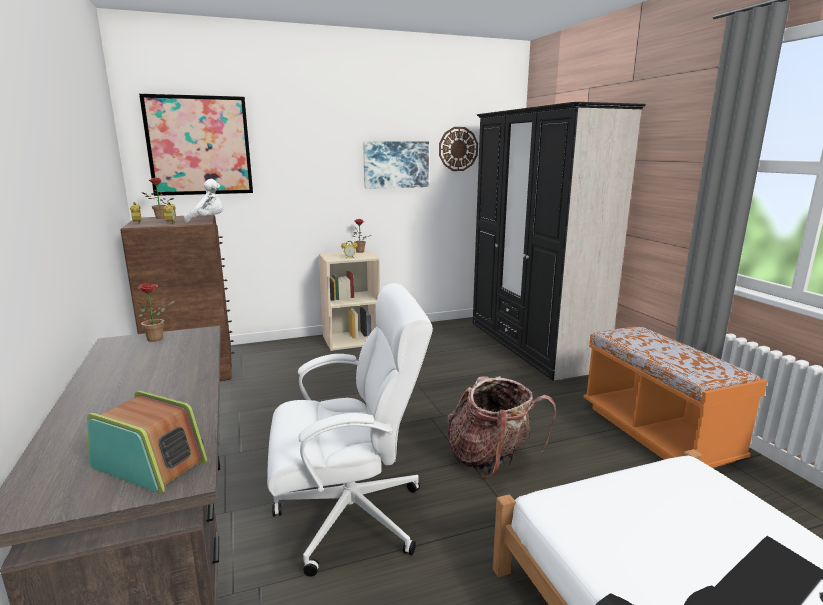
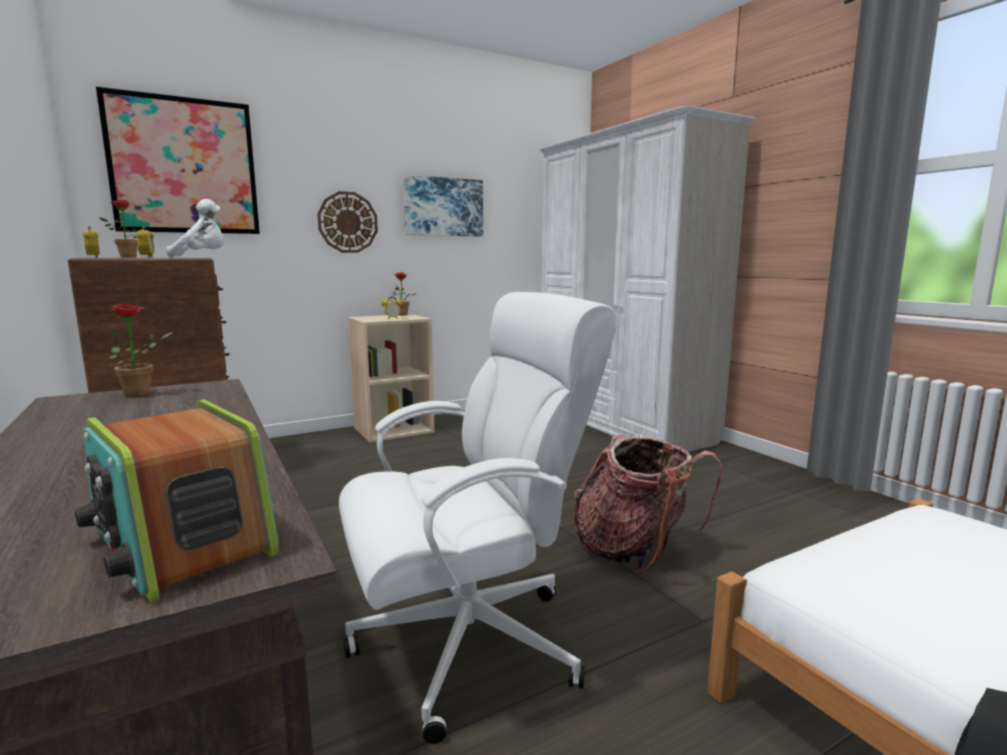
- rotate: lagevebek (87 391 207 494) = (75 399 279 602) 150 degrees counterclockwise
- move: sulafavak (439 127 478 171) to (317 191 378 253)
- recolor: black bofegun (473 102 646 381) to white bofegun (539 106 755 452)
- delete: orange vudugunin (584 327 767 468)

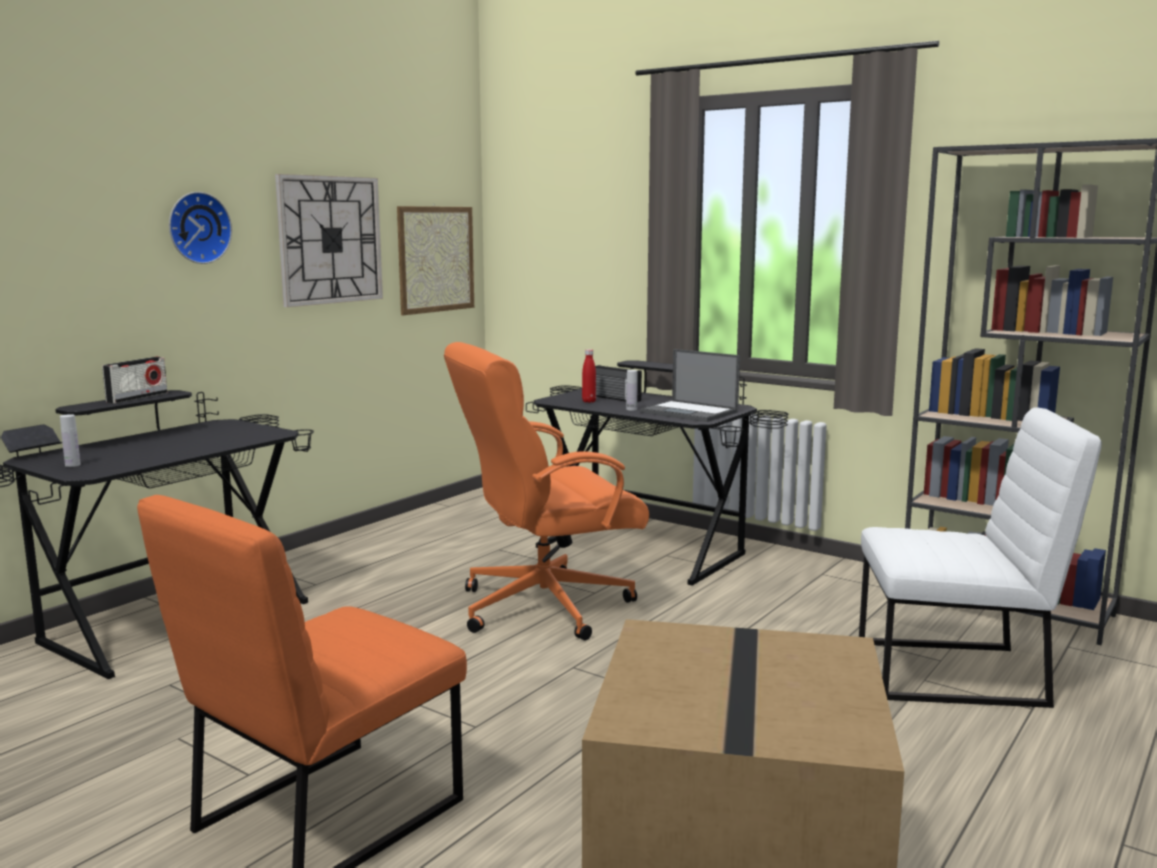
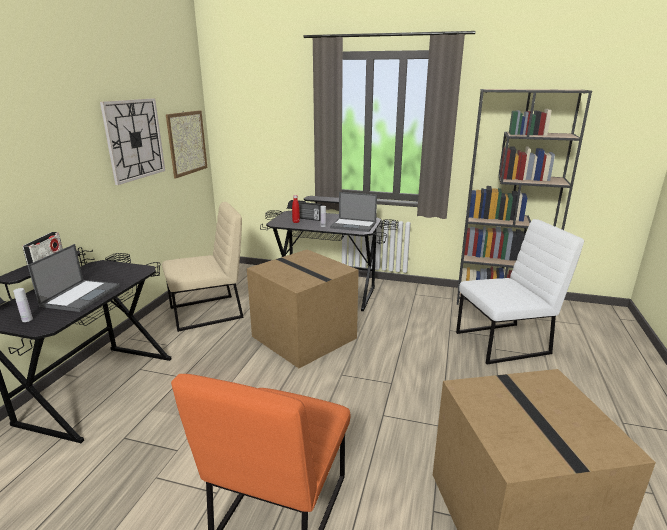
- delete: sulafavak (169 192 232 264)
- replace: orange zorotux (444 342 649 640) to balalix (247 249 359 368)
- insert: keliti (28 244 120 312)
- insert: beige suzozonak (162 202 244 332)

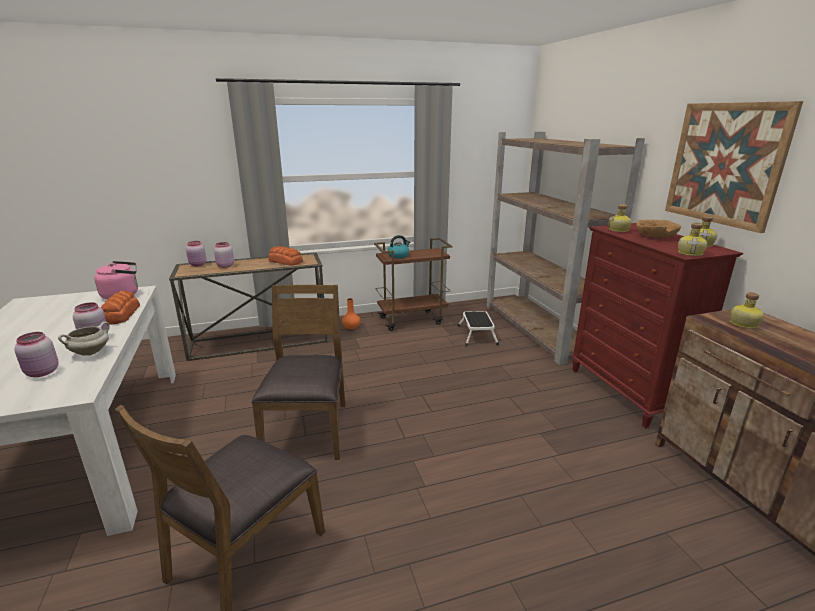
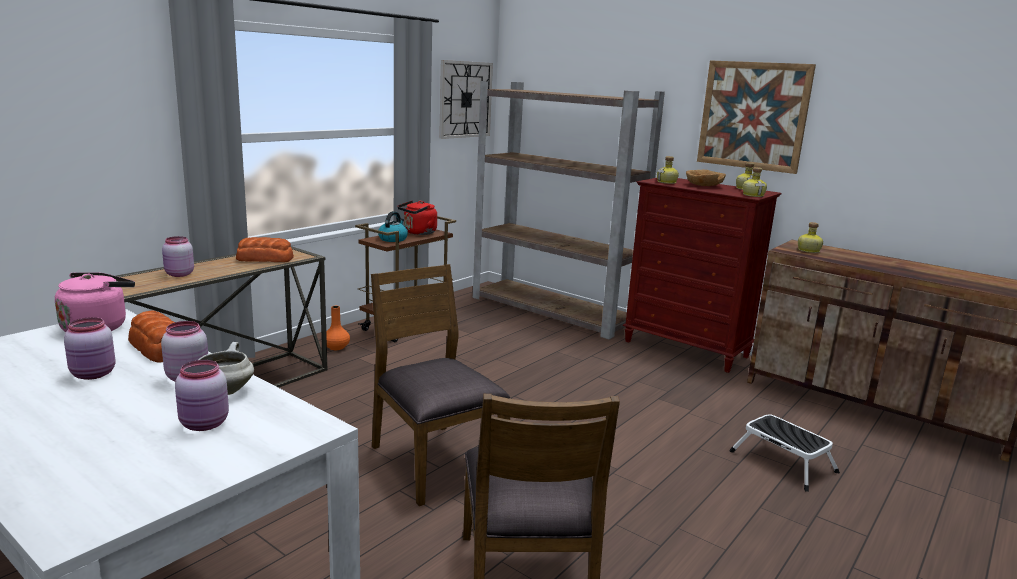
- move: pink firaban (186 241 207 266) to (64 317 116 380)
- move: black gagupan (457 311 499 346) to (729 414 840 492)
- insert: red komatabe (398 200 437 235)
- insert: sulafavak (439 60 493 139)

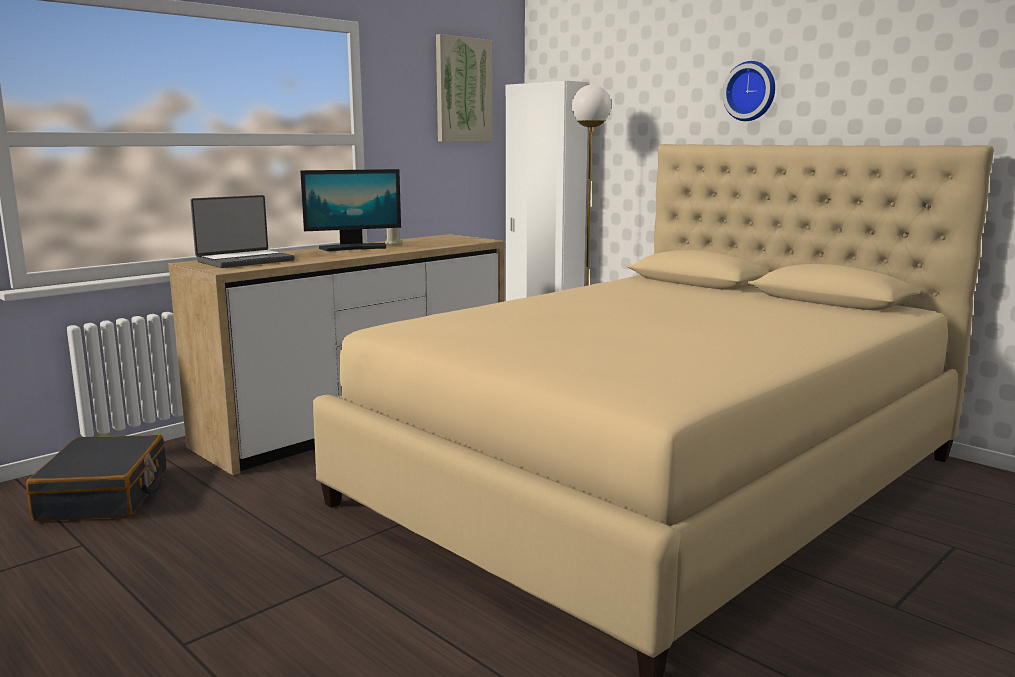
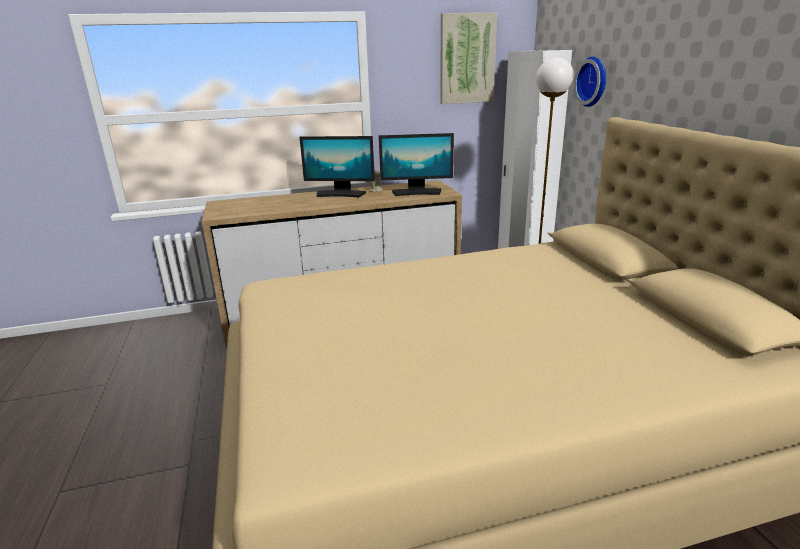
- delete: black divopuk (26 434 166 521)
- delete: keliti (190 195 295 268)
- move: sulafavak (722 61 775 121) to (574 56 606 107)
- insert: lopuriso (379 133 454 196)

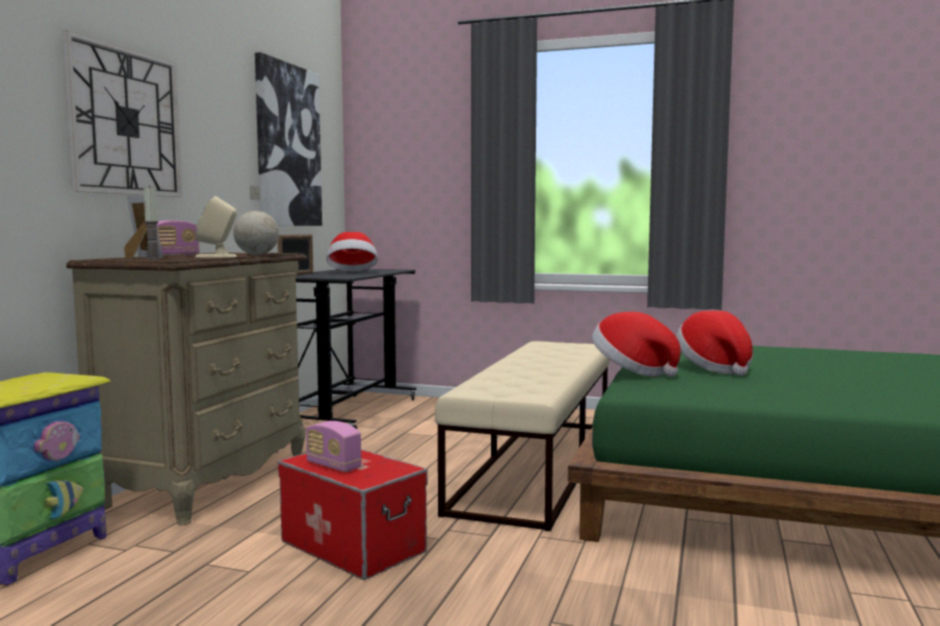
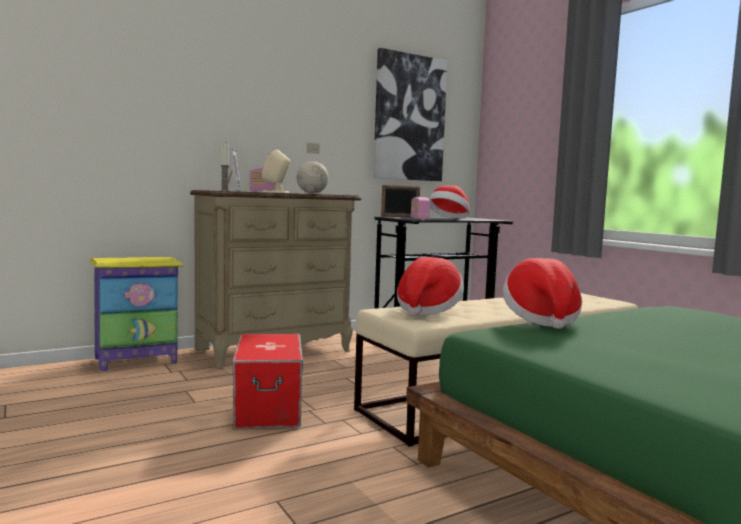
- delete: sulafavak (61 30 182 197)
- move: lagevebek (306 421 362 472) to (411 197 430 219)
- move: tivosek (676 311 753 376) to (397 257 464 316)

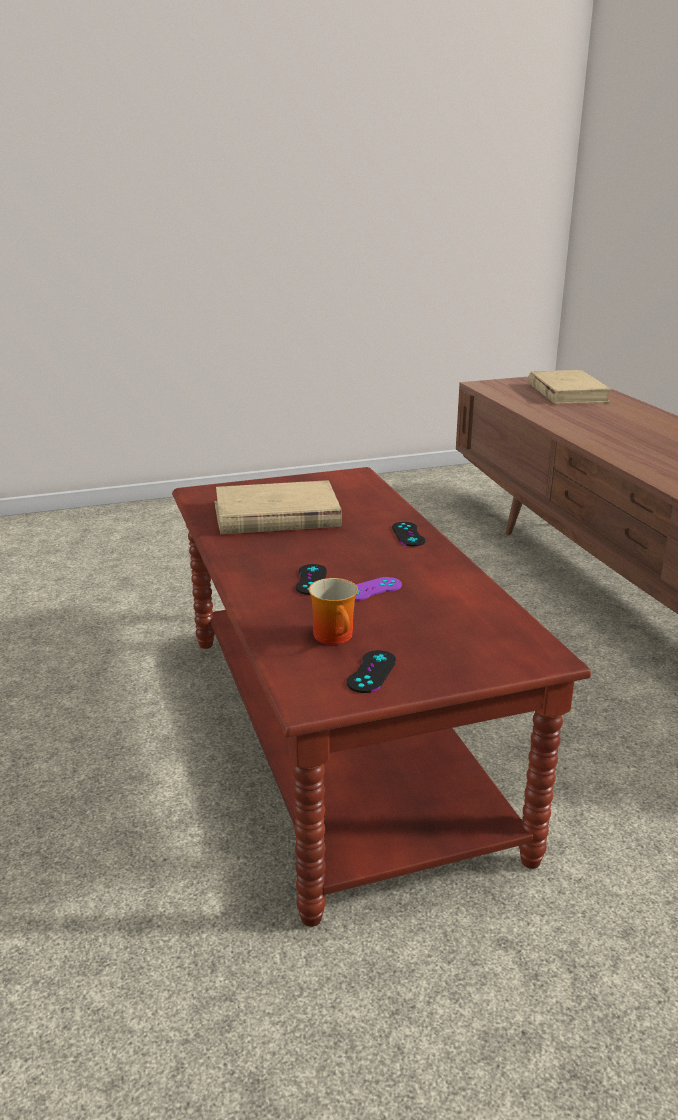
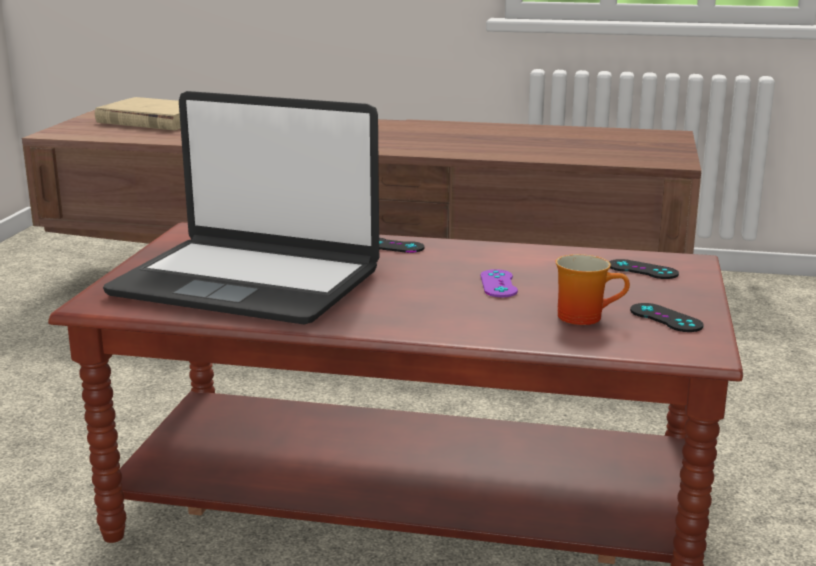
- replace: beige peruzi (214 480 342 534) to keliti (103 91 379 324)
- move: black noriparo (296 564 327 595) to (609 259 679 279)

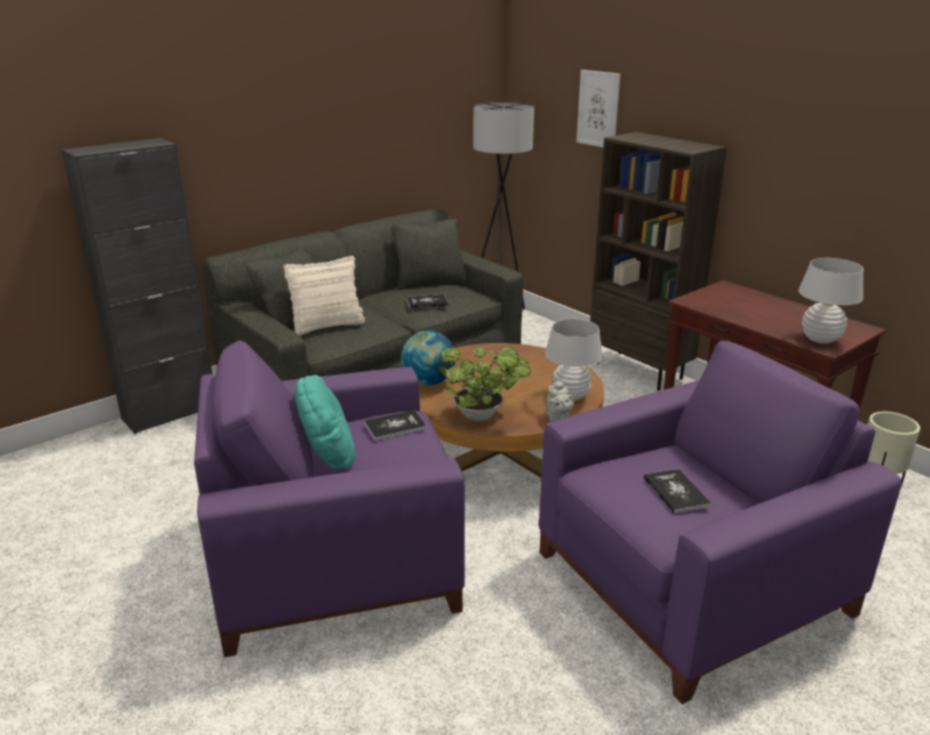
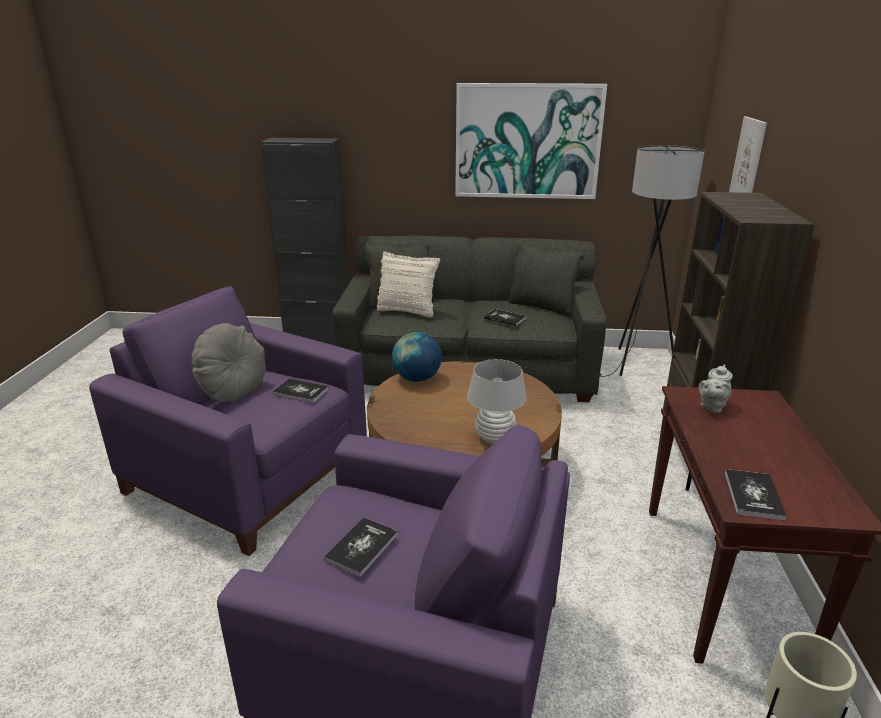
- recolor: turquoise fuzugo (295 375 355 470) to grey fuzugo (191 323 266 403)
- delete: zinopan (437 346 531 421)
- move: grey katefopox (546 380 574 422) to (698 364 733 413)
- replace: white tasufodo (798 258 864 344) to peruzi (725 469 787 520)
- insert: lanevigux (455 83 607 199)

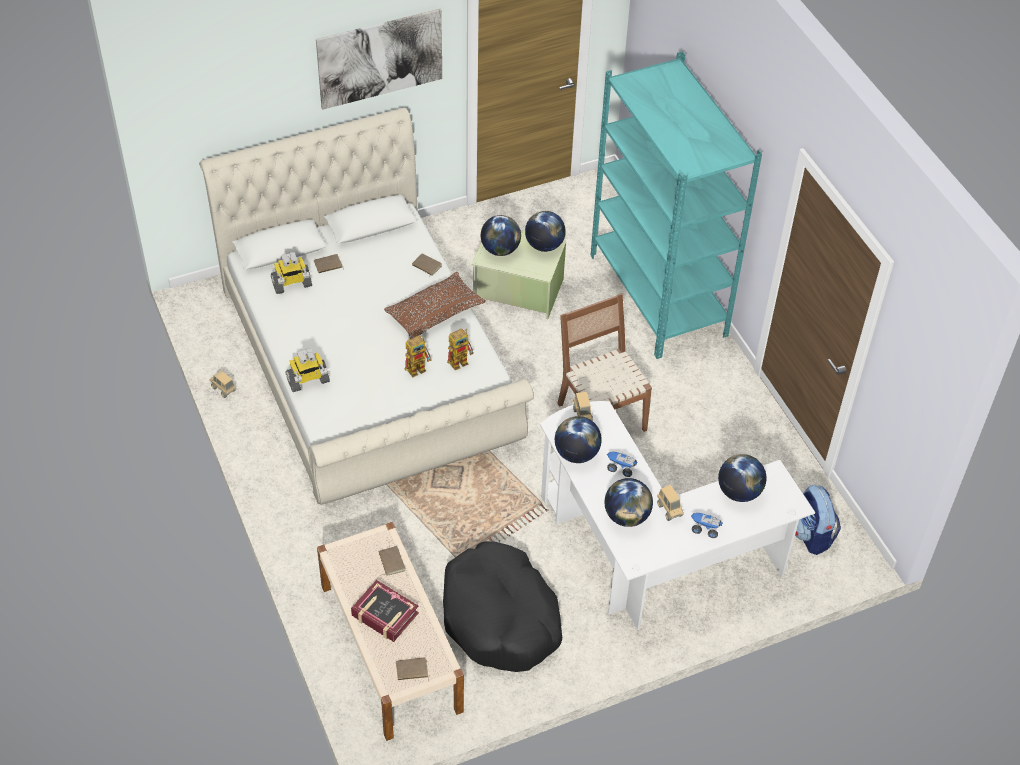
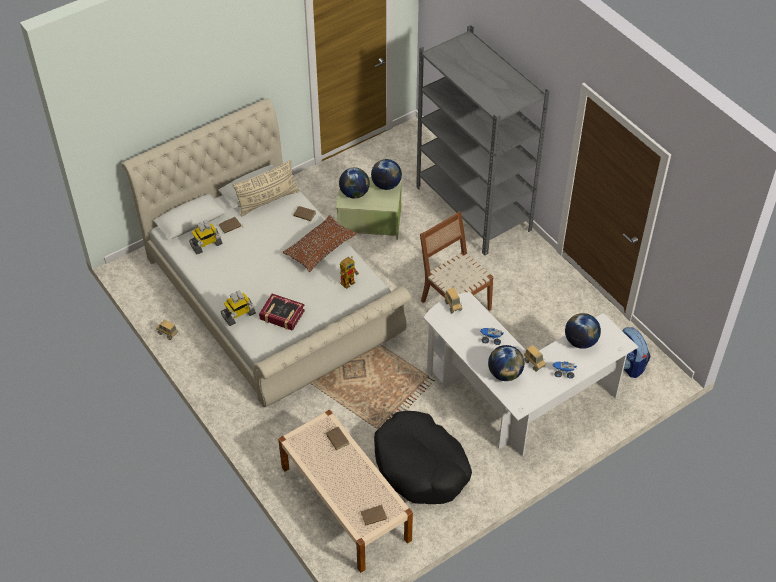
- delete: lanevigux (316 9 442 110)
- move: peruzi (351 580 419 642) to (259 293 305 331)
- delete: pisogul (405 335 431 377)
- delete: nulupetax (555 416 602 463)
- recolor: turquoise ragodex (590 51 762 359) to grey ragodex (416 25 549 256)
- insert: beige fuzugo (233 160 299 216)

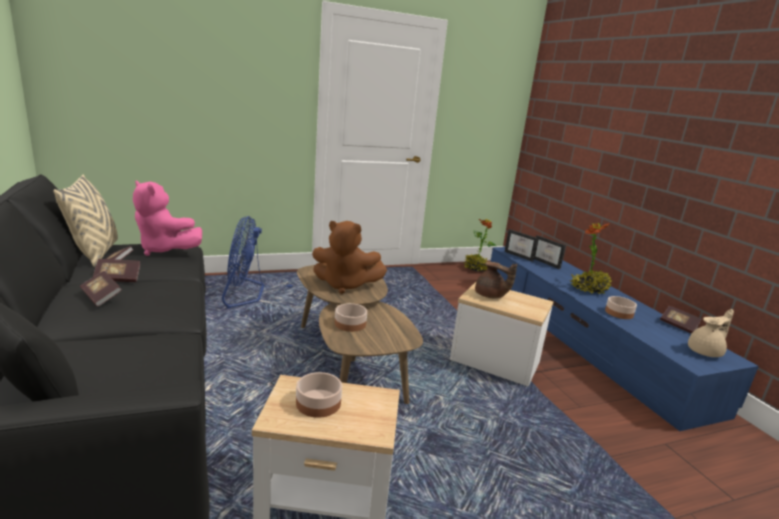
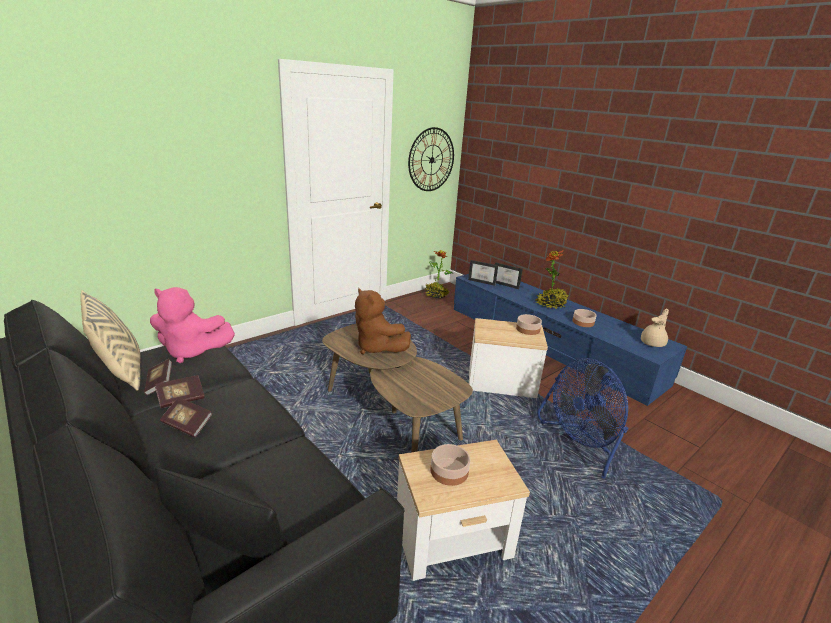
- move: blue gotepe (222 216 294 309) to (537 358 629 479)
- rotate: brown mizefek (312 221 387 294) = (355 287 411 354) 60 degrees clockwise
- move: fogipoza (335 303 367 332) to (516 314 542 335)
- delete: brown katefopox (475 262 517 298)
- delete: peruzi (660 306 702 334)
- insert: sulafavak (408 127 454 191)

